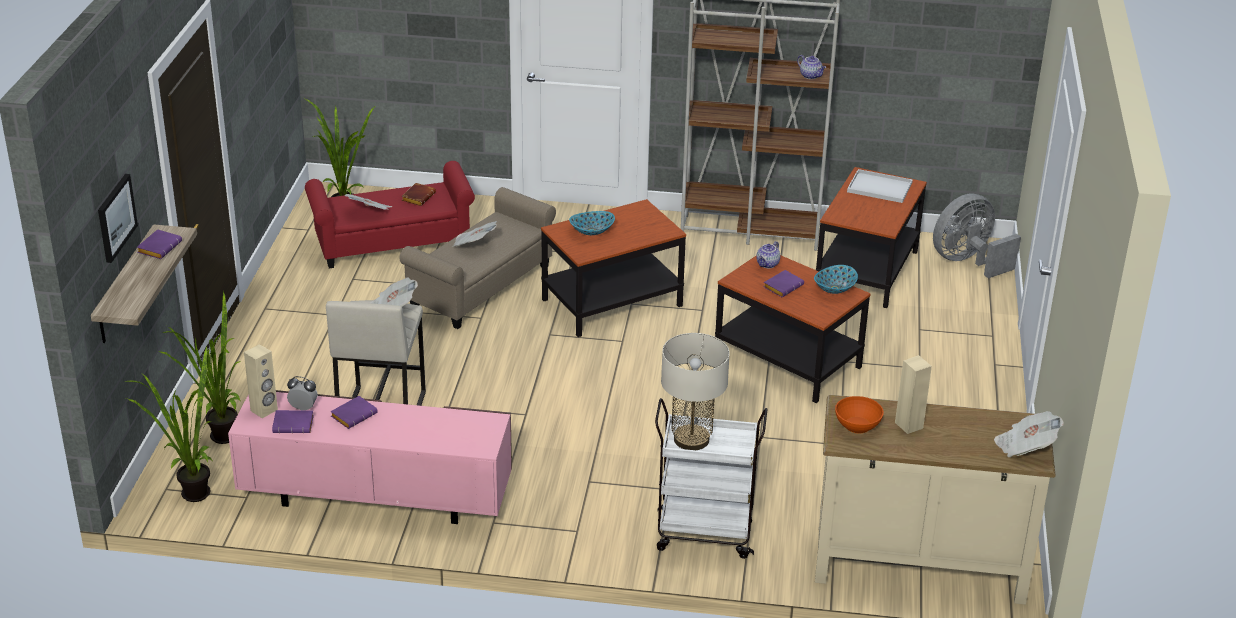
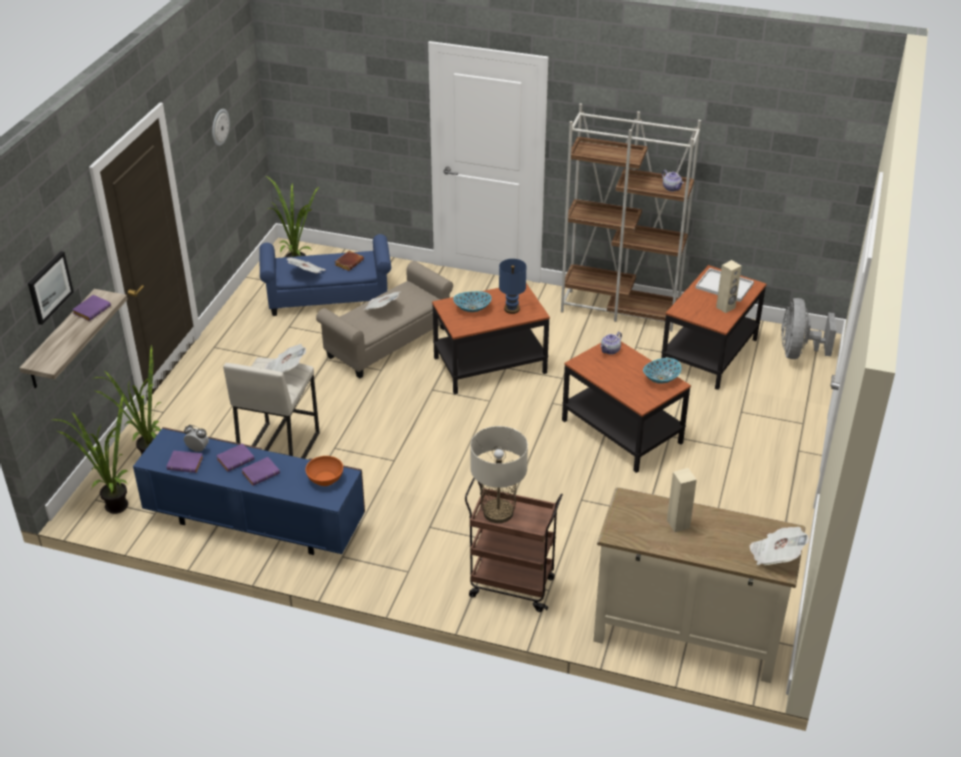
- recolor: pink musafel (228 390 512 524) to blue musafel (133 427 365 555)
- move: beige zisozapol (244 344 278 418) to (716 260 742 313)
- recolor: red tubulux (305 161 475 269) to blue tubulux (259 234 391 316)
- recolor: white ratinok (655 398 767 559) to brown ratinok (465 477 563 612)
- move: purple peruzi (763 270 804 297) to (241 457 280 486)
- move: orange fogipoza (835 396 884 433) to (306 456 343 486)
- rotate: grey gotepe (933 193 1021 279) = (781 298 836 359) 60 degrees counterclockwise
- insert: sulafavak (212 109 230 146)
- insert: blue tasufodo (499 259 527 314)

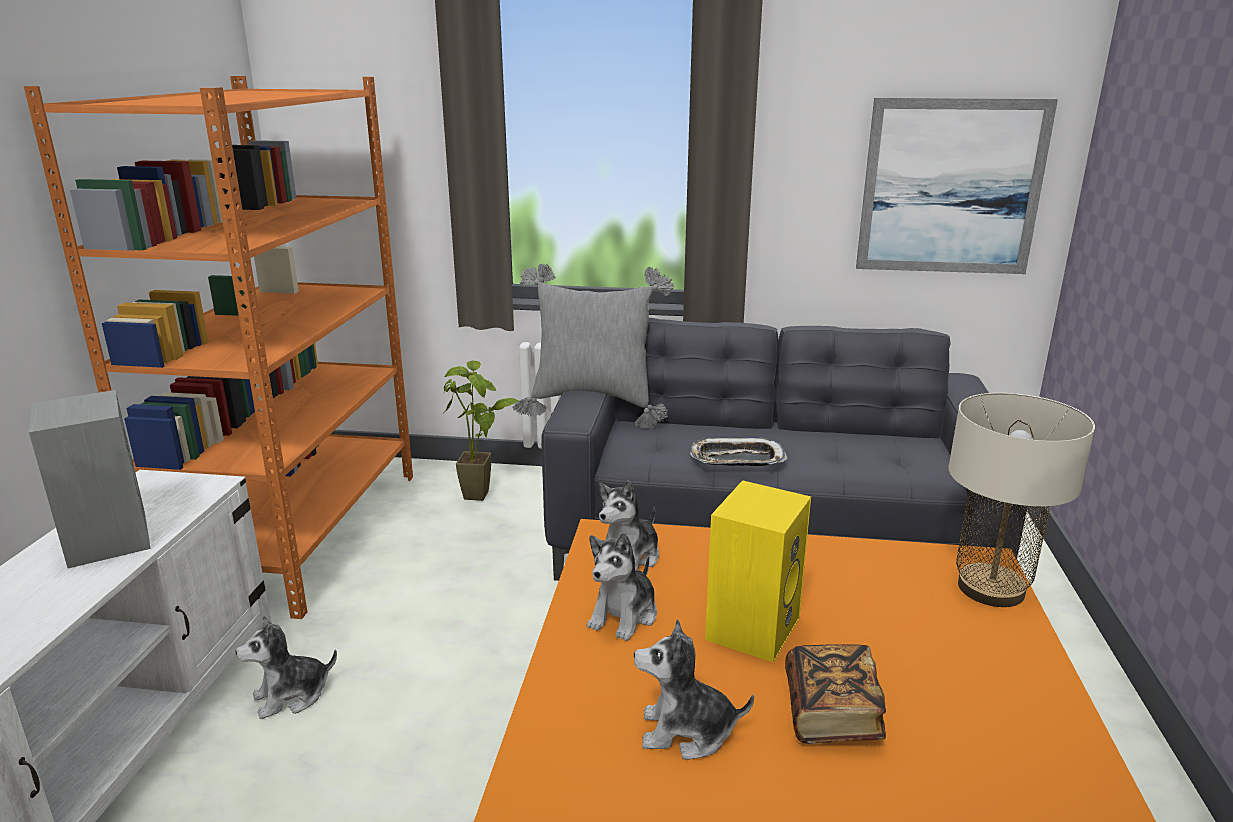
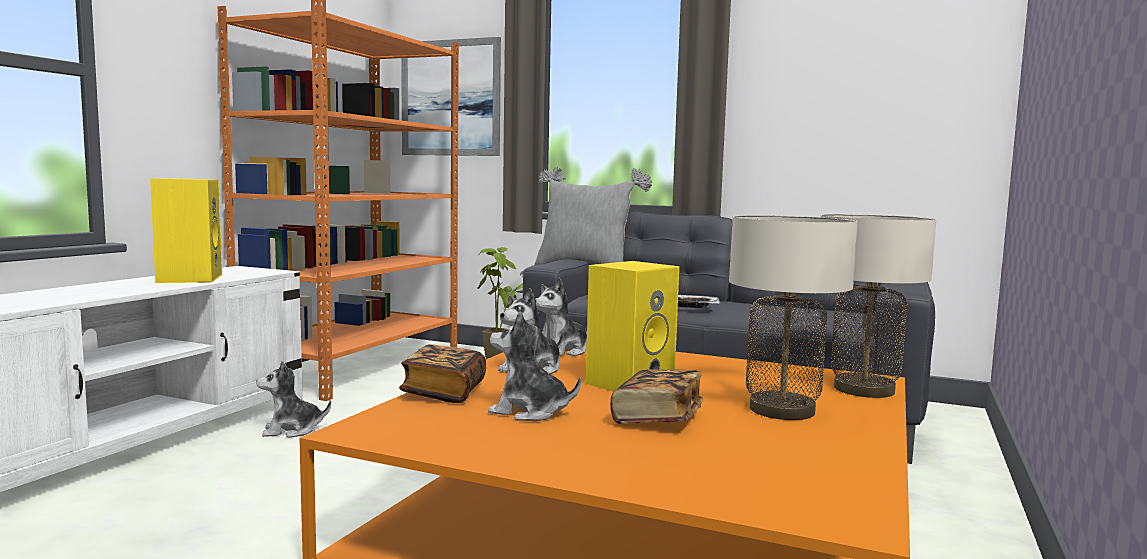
- recolor: grey zisozapol (29 390 151 568) to yellow zisozapol (150 178 222 283)
- move: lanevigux (856 98 1058 274) to (401 37 501 156)
- insert: peruzi (399 344 486 403)
- insert: tasufodo (729 215 858 420)

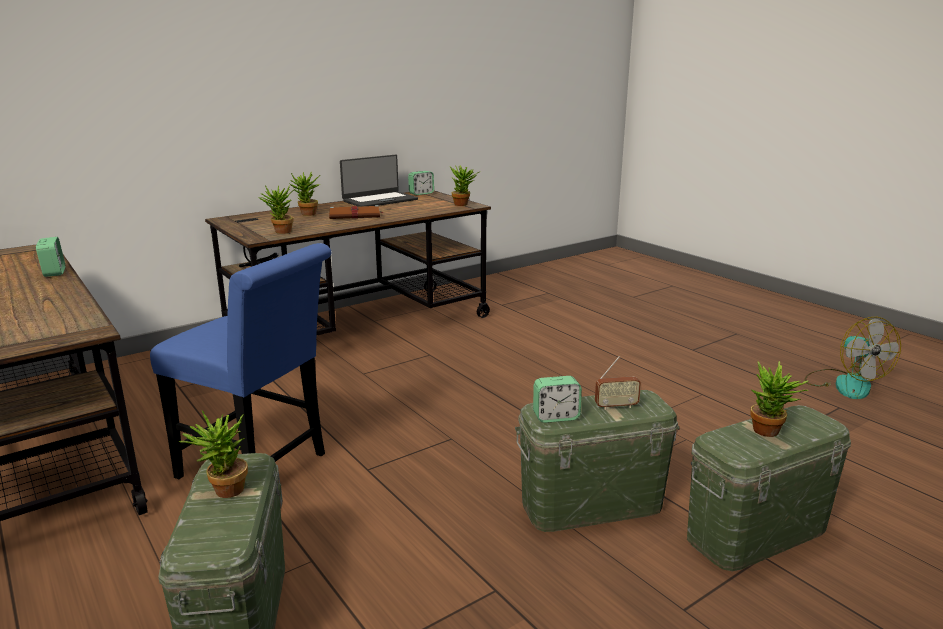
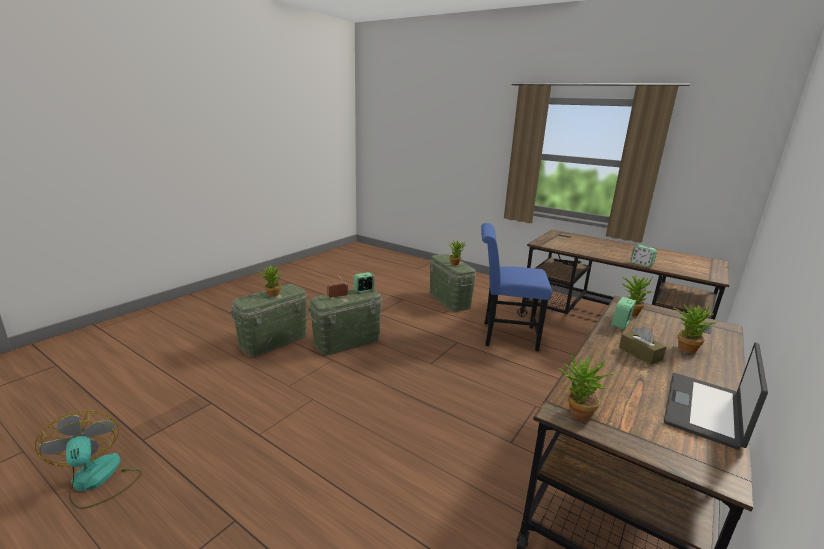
- replace: brown peruzi (329 205 383 219) to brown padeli (619 327 666 365)
- move: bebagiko (408 171 434 195) to (611 297 636 330)

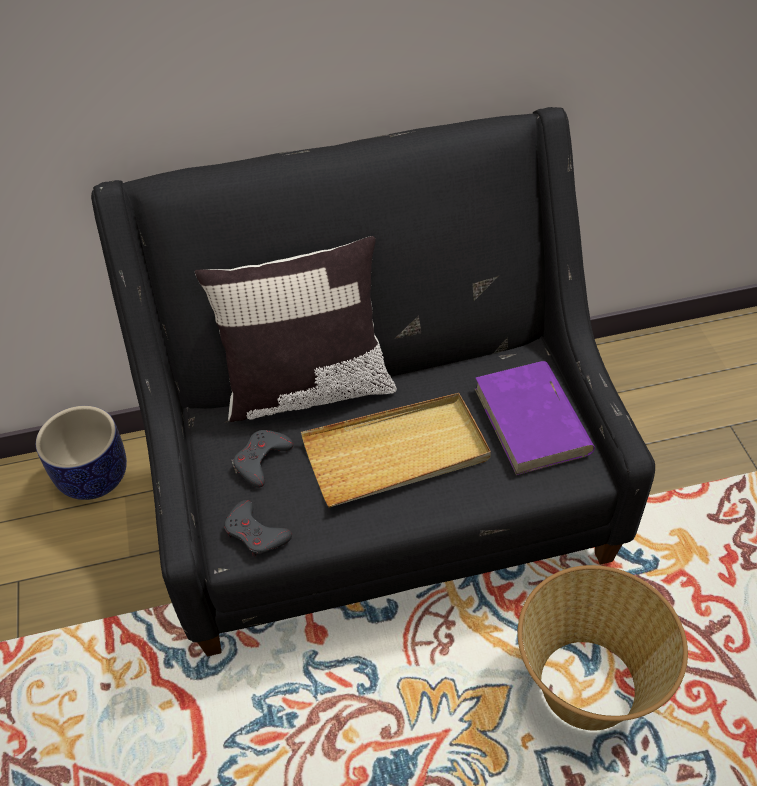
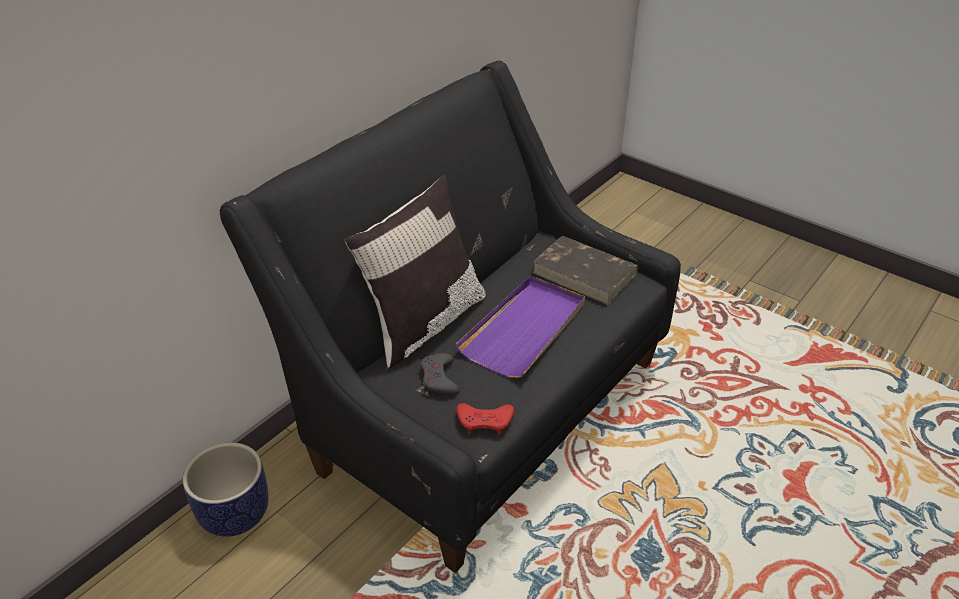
- recolor: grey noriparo (224 500 292 557) to red noriparo (456 403 514 435)
- recolor: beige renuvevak (301 393 491 507) to purple renuvevak (455 276 585 378)
- recolor: purple peruzi (475 361 595 475) to brown peruzi (532 236 638 305)
- delete: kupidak (518 565 688 730)

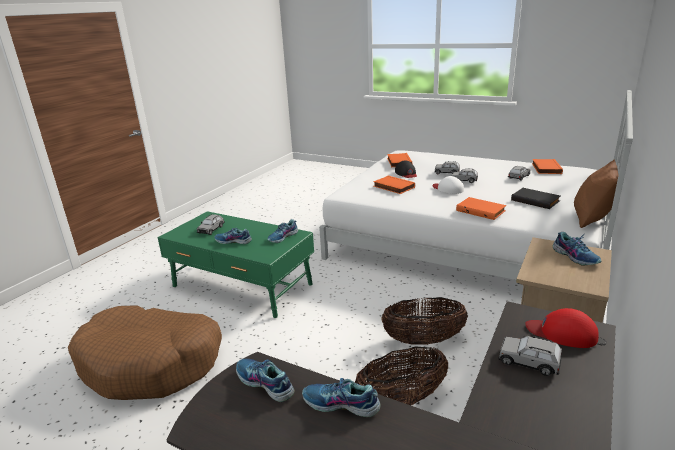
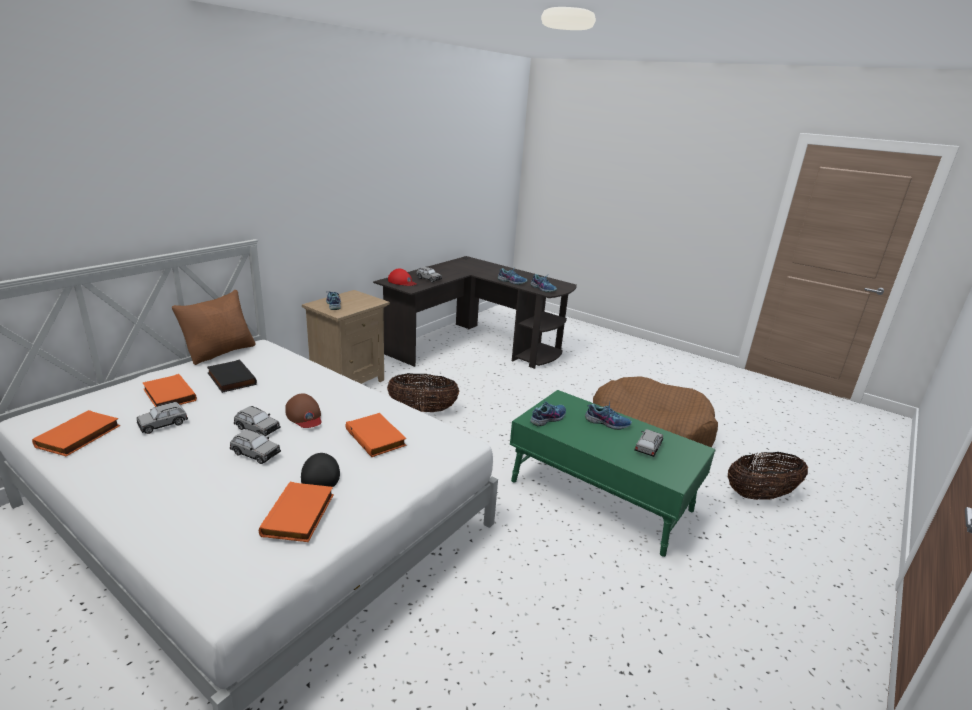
- move: kupidak (355 346 448 405) to (728 452 808 500)
- recolor: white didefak (432 176 464 194) to brown didefak (285 393 322 428)
- move: orange peruzi (456 197 506 220) to (143 374 197 407)

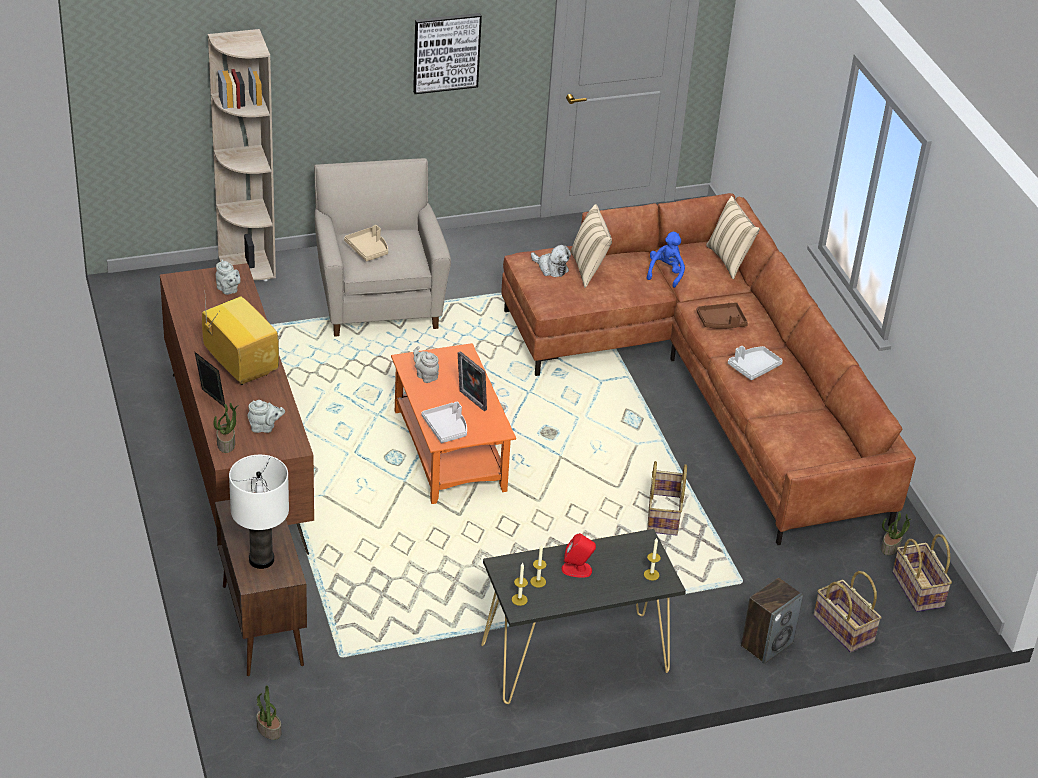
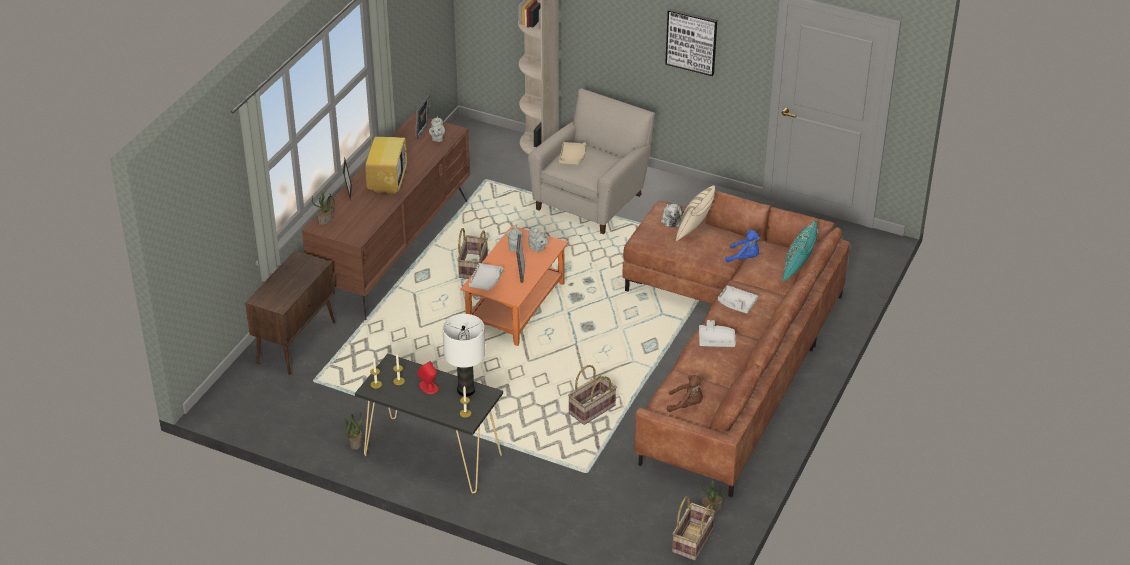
- move: white tasufodo (229 455 289 569) to (442 314 485 396)
- move: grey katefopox (248 400 285 433) to (528 227 549 252)
- move: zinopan (256 686 281 740) to (343 412 363 450)
- rotate: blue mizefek (647 232 685 288) = (725 230 760 262) 45 degrees clockwise
- recolor: brown renuvevak (696 302 748 329) to grey renuvevak (718 285 758 314)
- recolor: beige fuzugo (706 196 760 279) to turquoise fuzugo (783 221 817 282)
- delete: zisozapol (741 577 803 664)
- move: kupidak (813 571 882 653) to (457 228 488 279)
- insert: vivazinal (415 95 430 140)
- insert: brown mizefek (667 375 703 412)

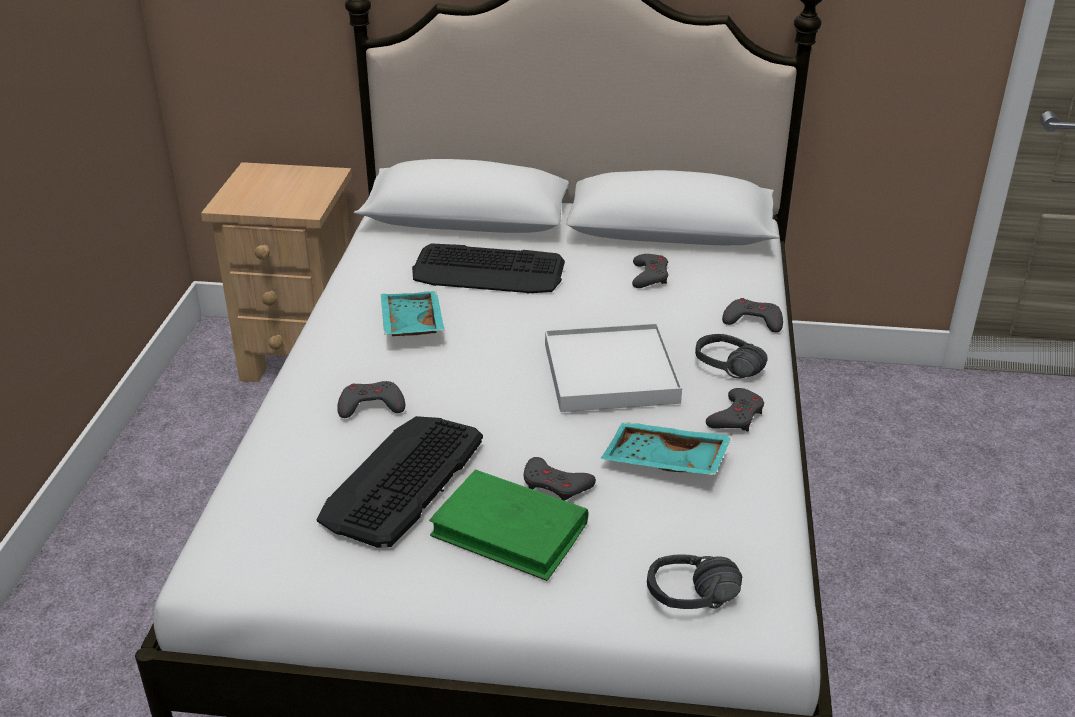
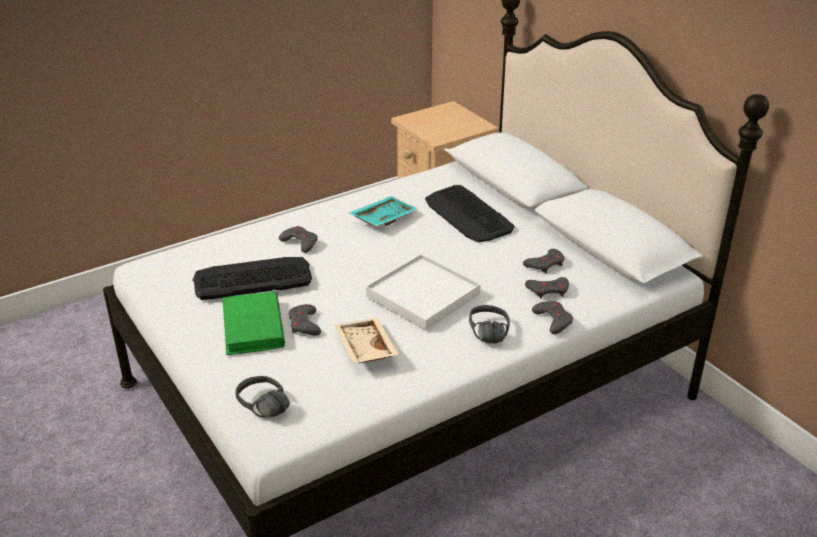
- recolor: turquoise renuvevak (600 422 732 475) to beige renuvevak (334 318 399 364)
- move: grey noriparo (706 388 764 432) to (525 277 569 299)

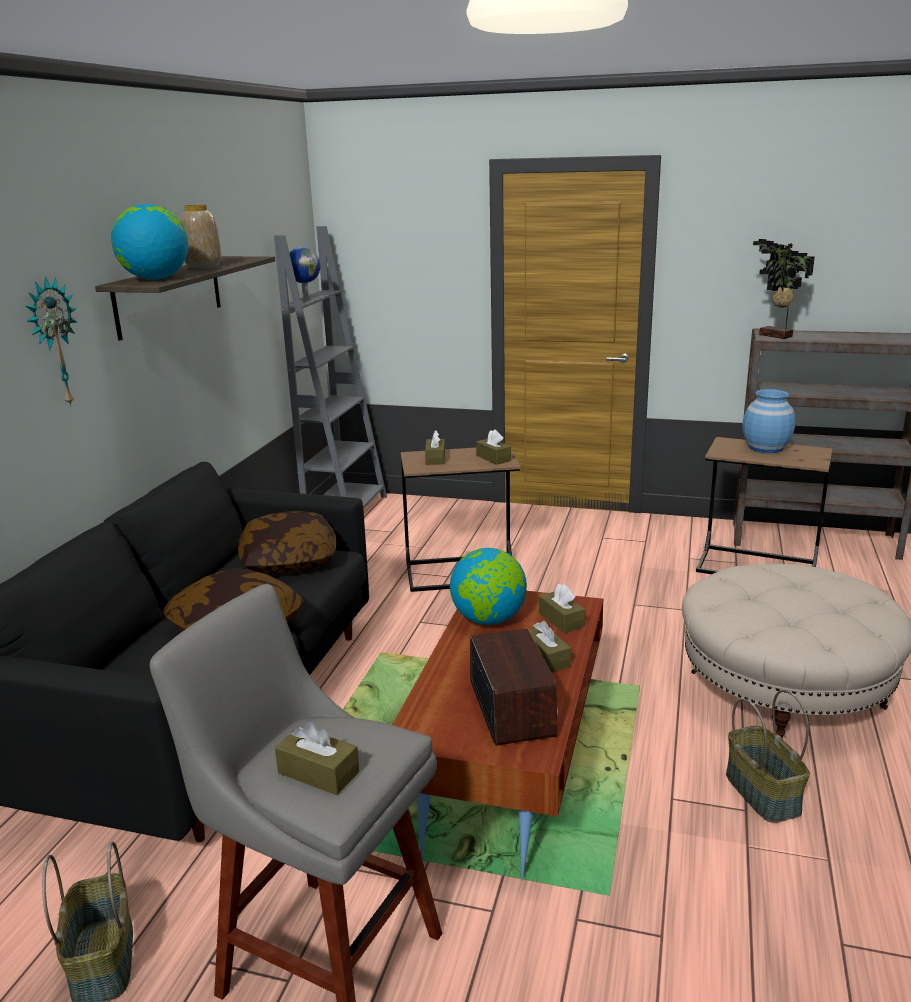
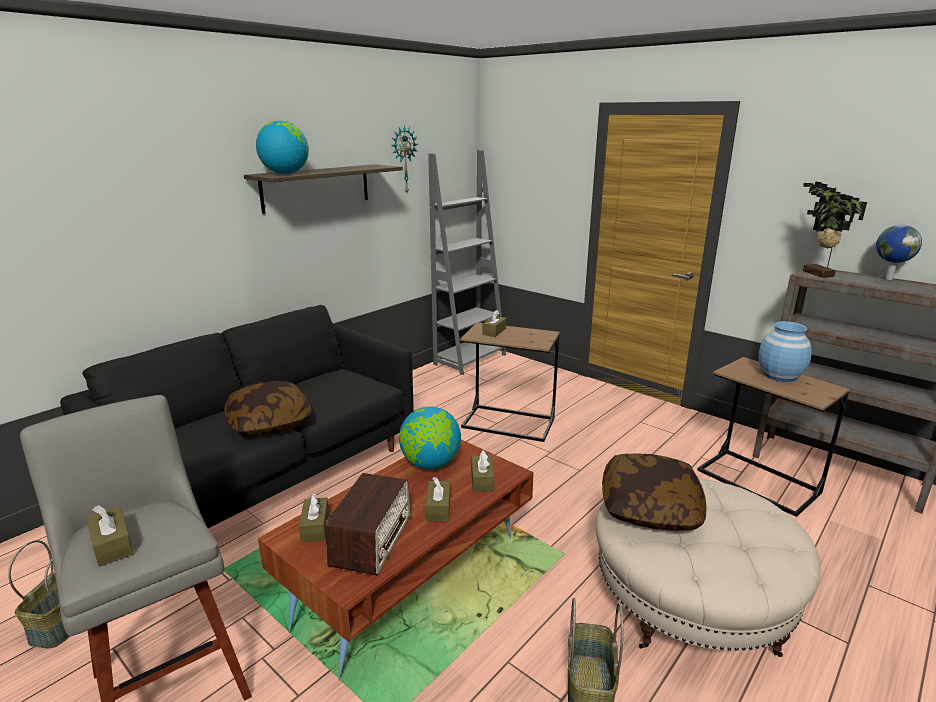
- move: sulafavak (26 277 77 407) to (391 125 418 193)
- delete: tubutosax (180 205 221 269)
- move: fuzugo (238 511 336 574) to (602 453 707 531)
- move: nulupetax (289 247 321 300) to (876 225 922 280)
- move: brown padeli (476 429 511 465) to (299 493 329 542)

